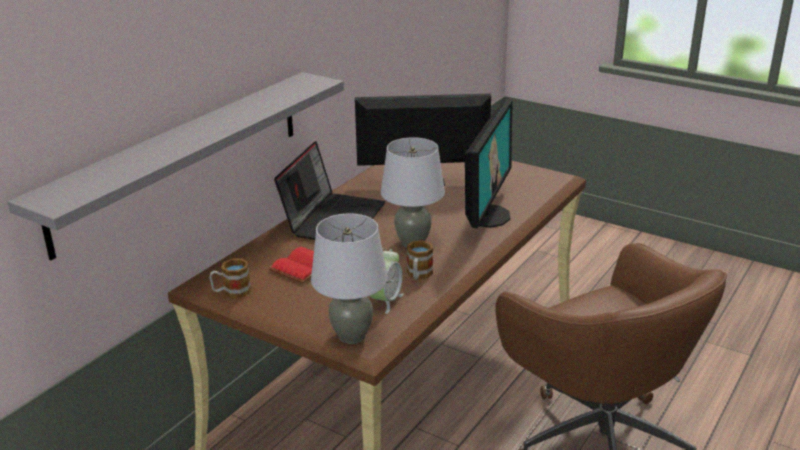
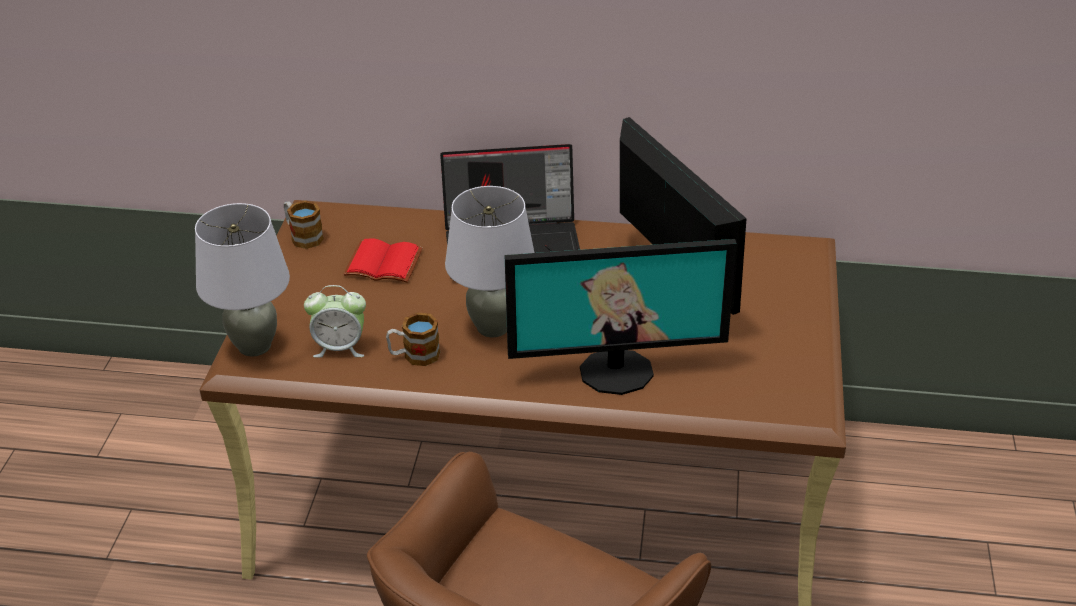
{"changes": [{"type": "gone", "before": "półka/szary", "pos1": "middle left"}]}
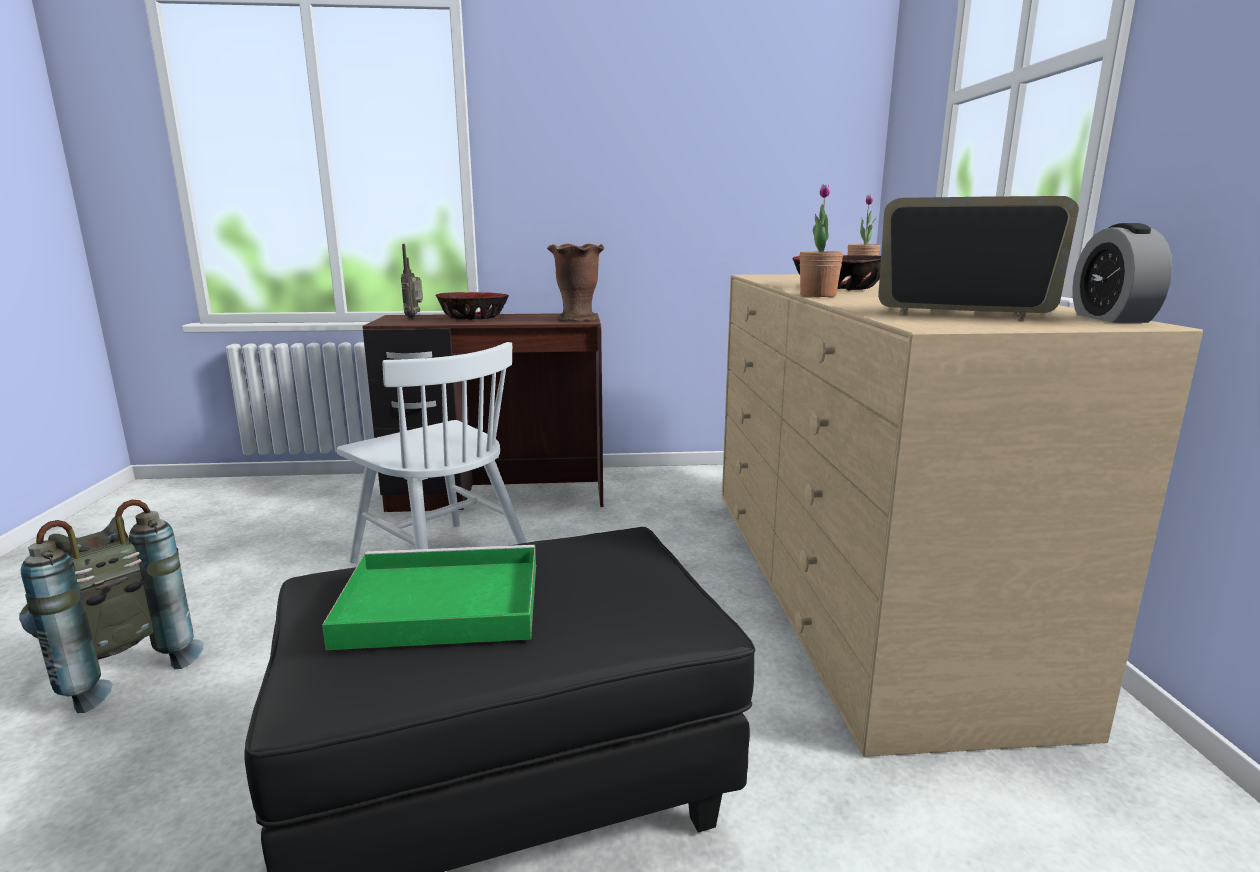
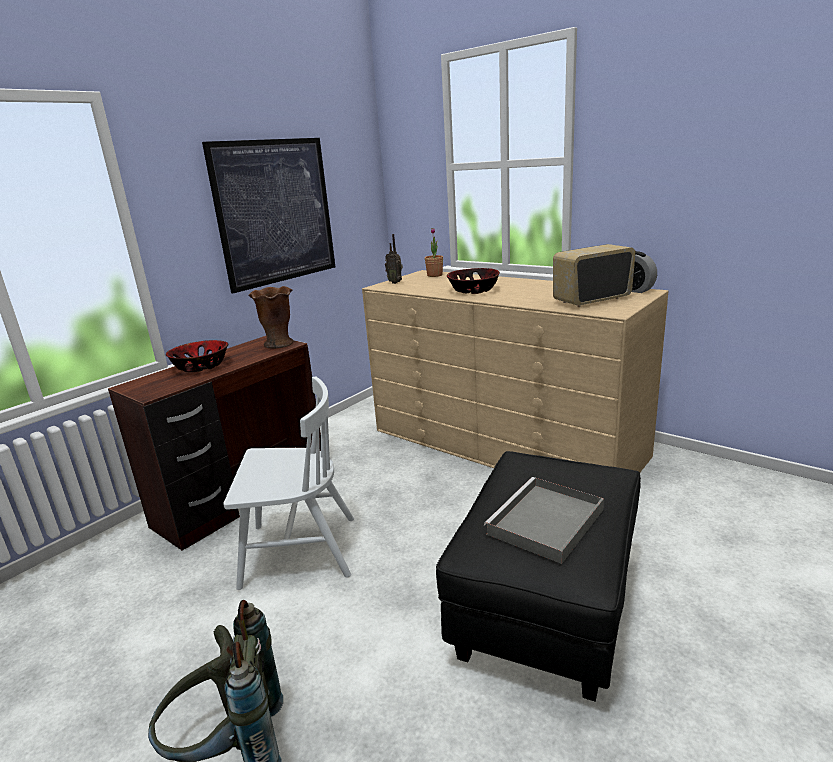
{"changes": [{"type": "repainted", "before": "taca/zielony", "after": "taca/szary", "pos1": "bottom centre", "pos2": "bottom centre"}, {"type": "shifted", "before": "radio (no. 1 from left)", "pos1": "top left", "pos2": "centre"}, {"type": "gone", "before": "roślina doniczkowa (no. 1 from left)", "pos1": "top centre"}, {"type": "new", "after": "obraz", "pos2": "top left"}]}
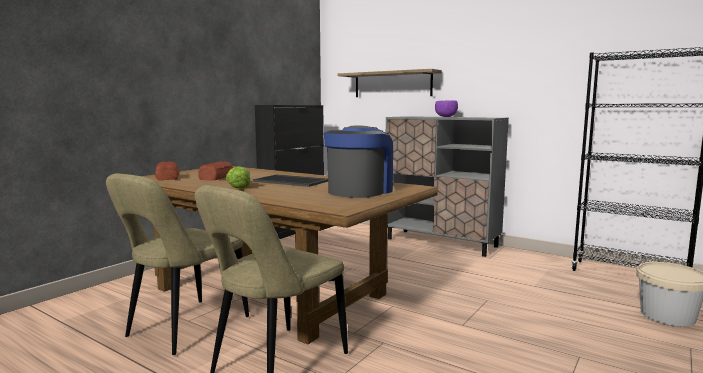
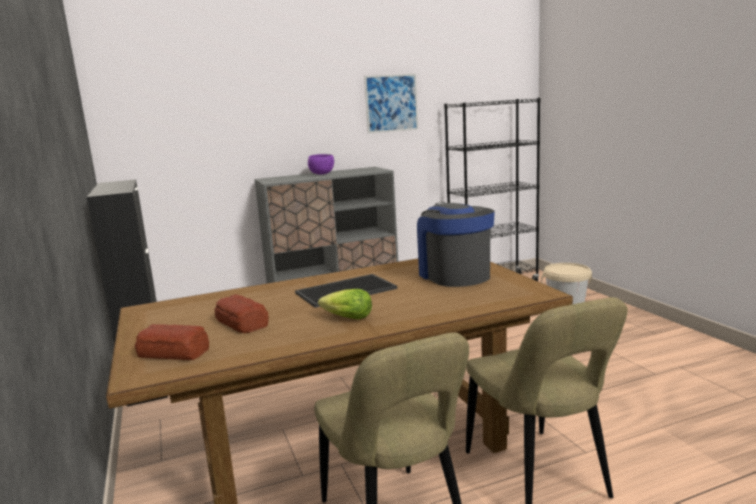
{"changes": [{"type": "gone", "before": "półka", "pos1": "top centre"}, {"type": "new", "after": "obraz", "pos2": "top centre"}]}
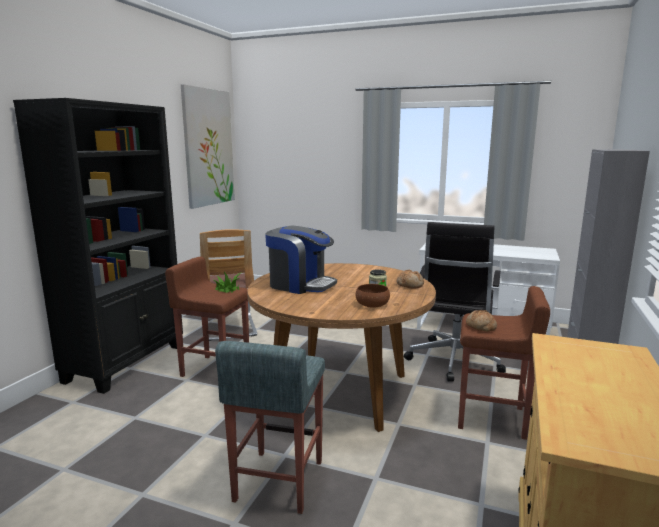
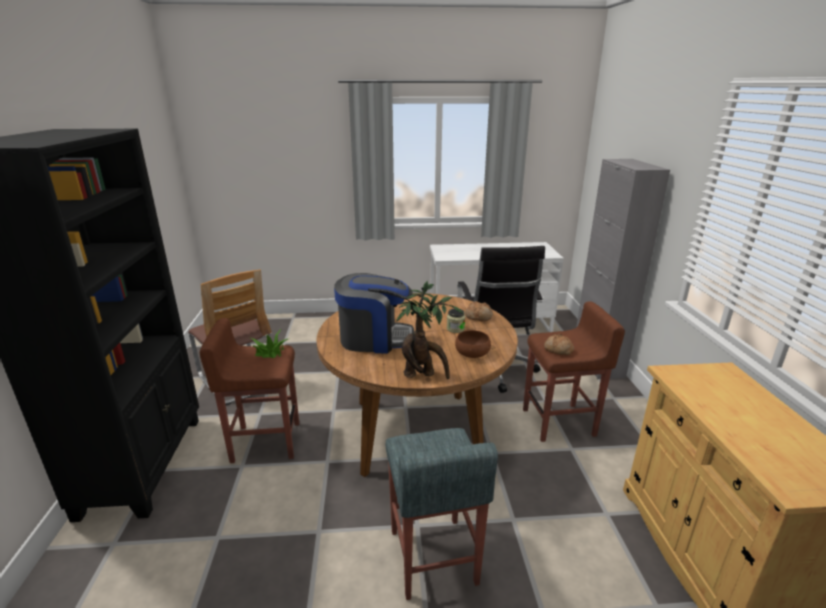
{"changes": [{"type": "gone", "before": "obraz", "pos1": "top left"}, {"type": "new", "after": "roślina doniczkowa (no. 2 from left)", "pos2": "centre"}]}
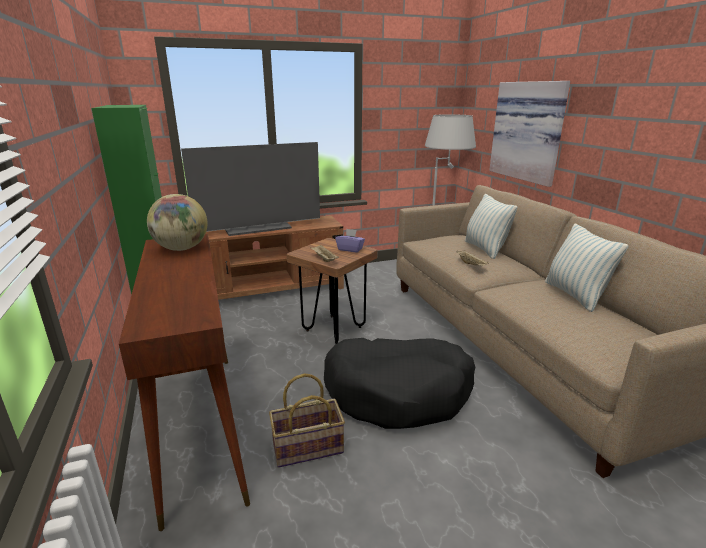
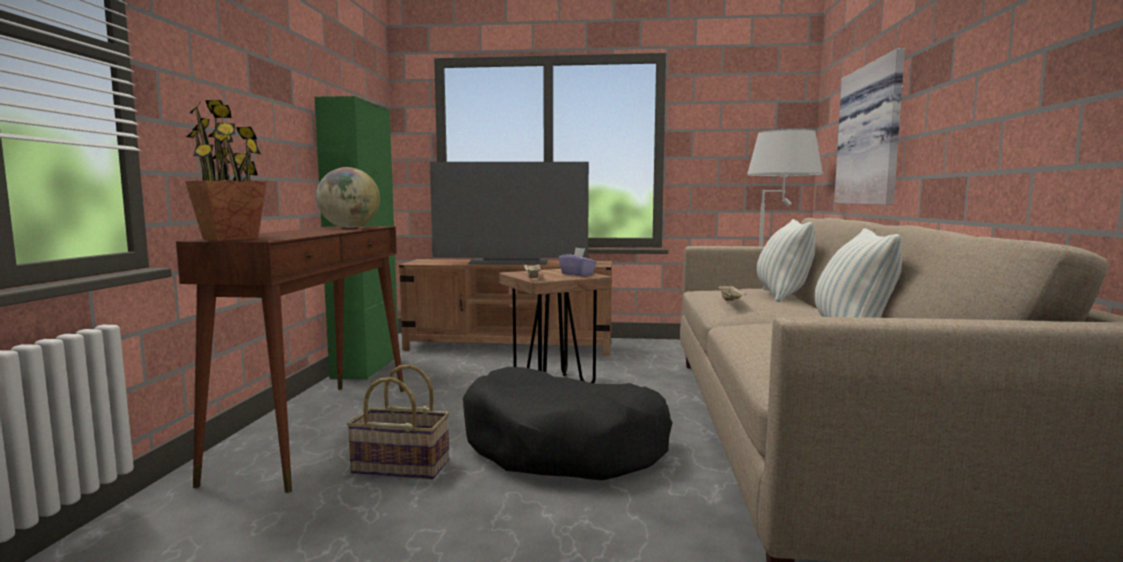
{"changes": [{"type": "new", "after": "roślina doniczkowa", "pos2": "top left"}]}
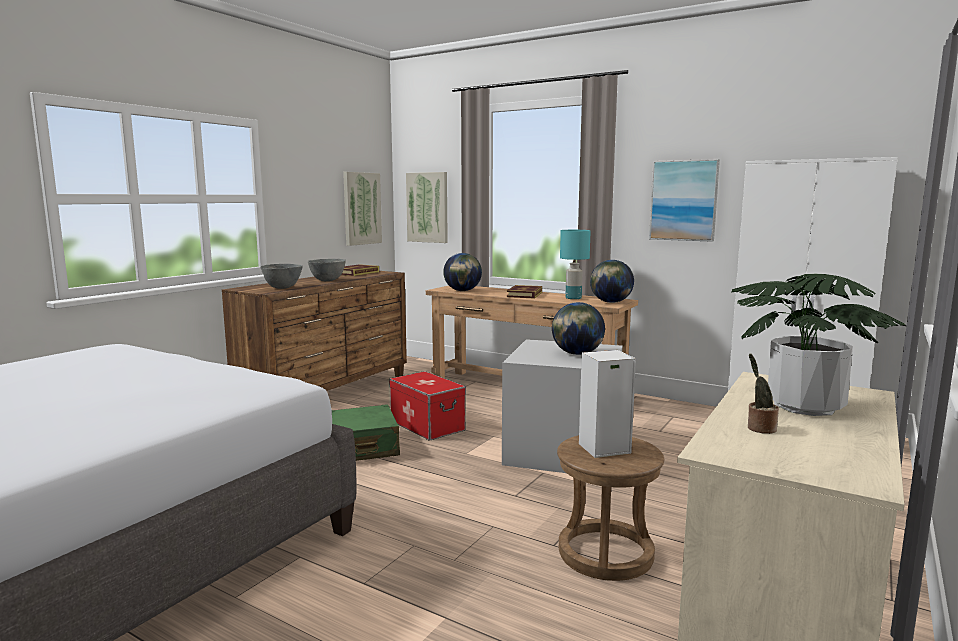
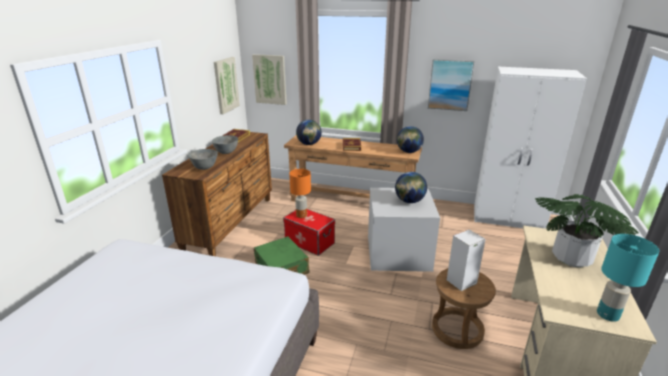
{"changes": [{"type": "shifted", "before": "lampa stołowa/turkusowy", "pos1": "centre", "pos2": "bottom right"}, {"type": "gone", "before": "roślina doniczkowa (no. 1 from left)", "pos1": "middle right"}, {"type": "new", "after": "lampa stołowa/pomarańczowy", "pos2": "centre"}]}
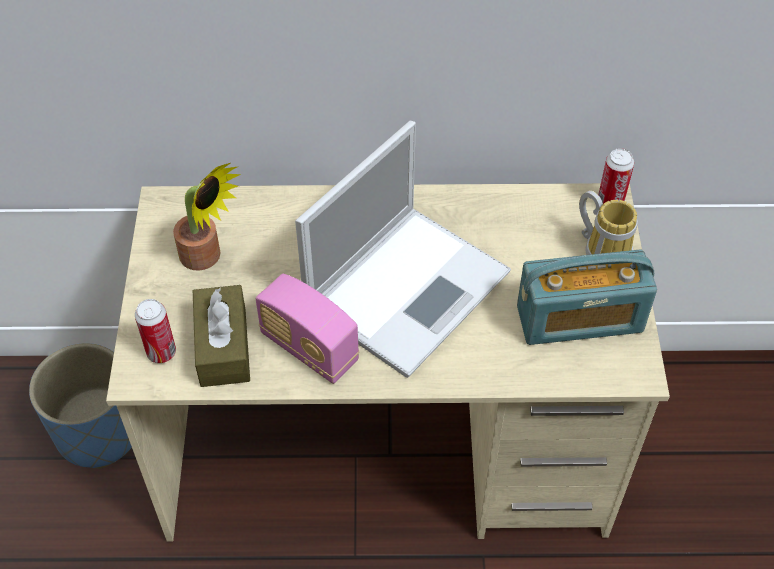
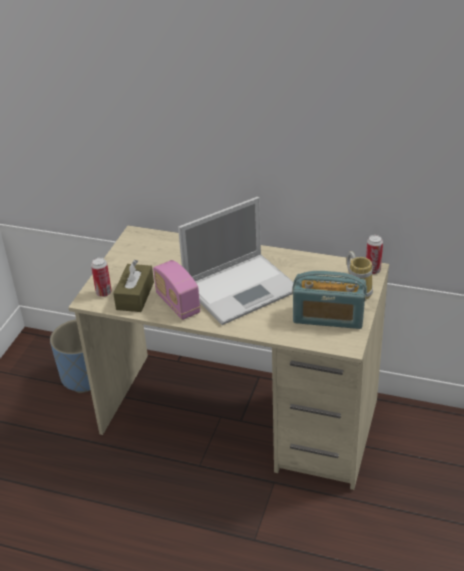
{"changes": [{"type": "gone", "before": "roślina doniczkowa", "pos1": "middle left"}]}
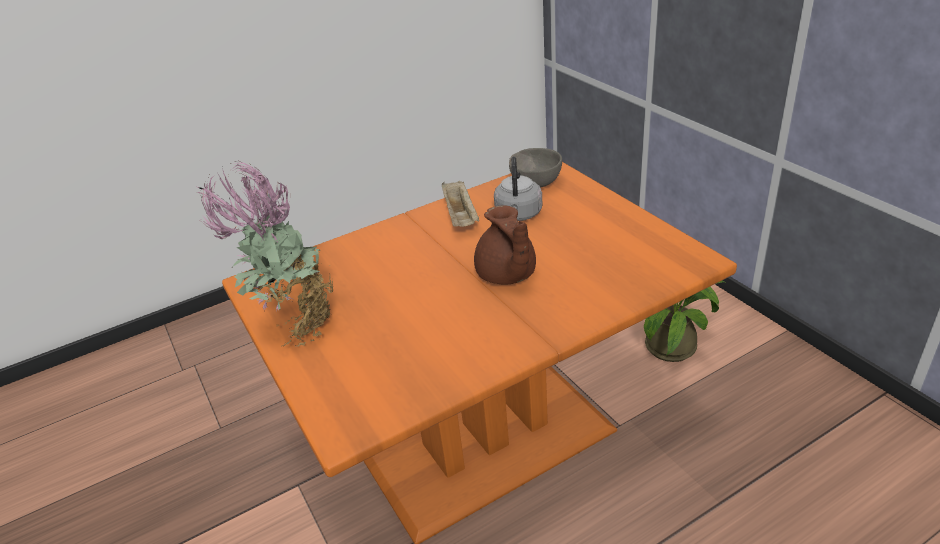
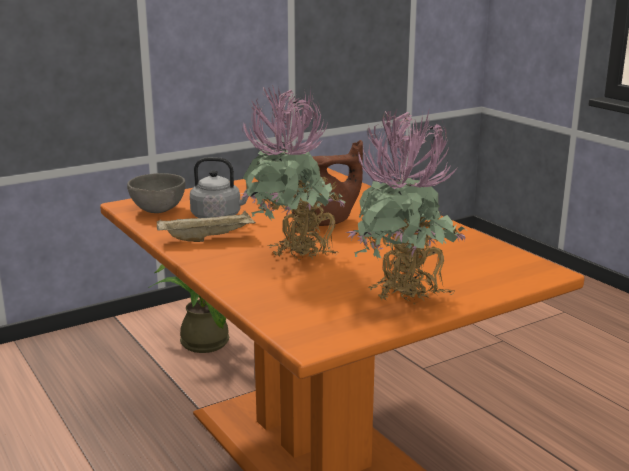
{"changes": [{"type": "new", "after": "roślina doniczkowa (no. 2 from left)", "pos2": "centre"}]}
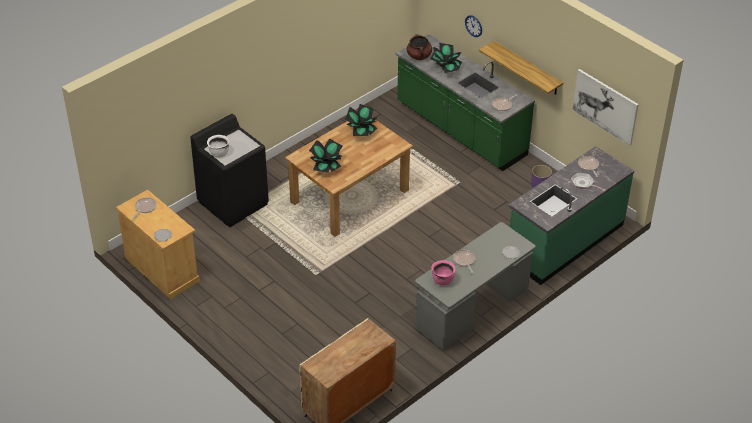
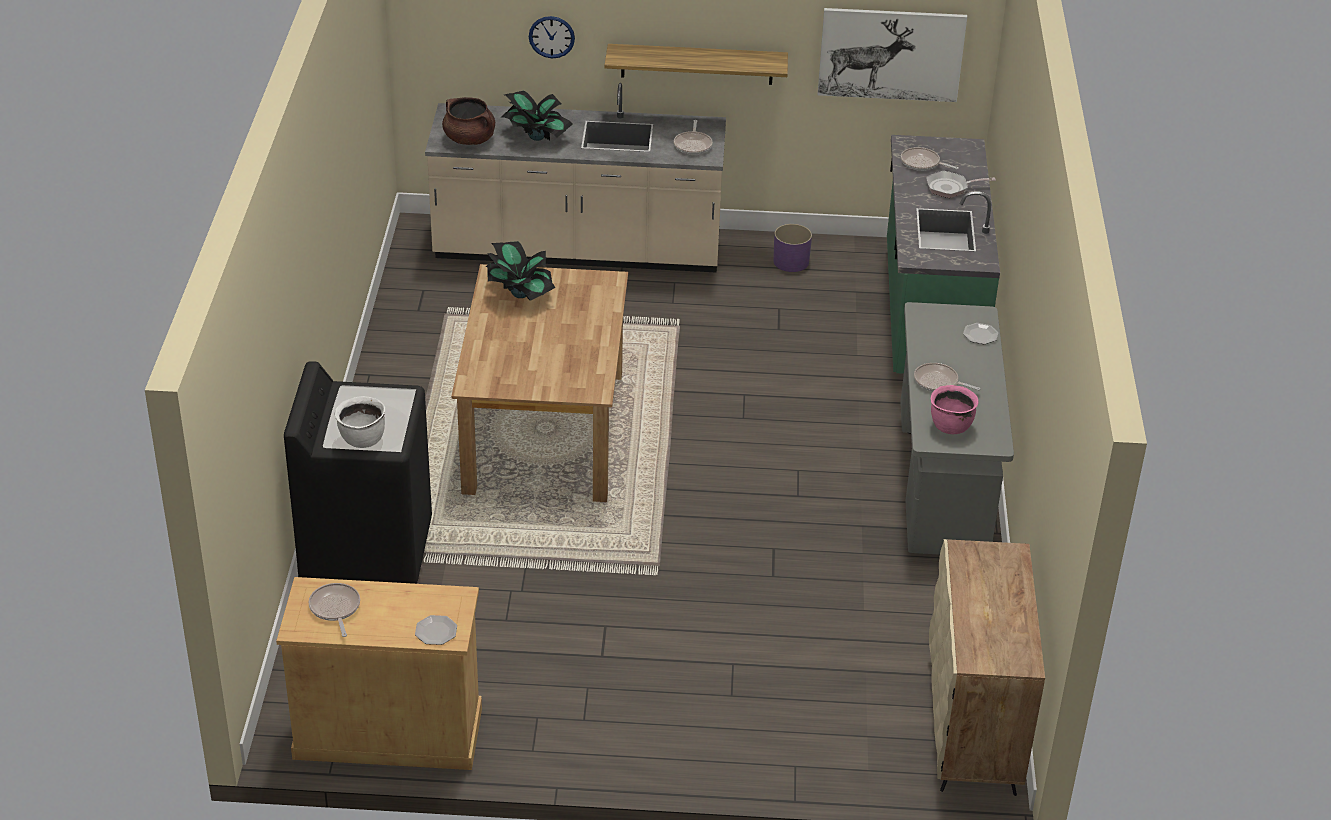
{"changes": [{"type": "gone", "before": "roślina doniczkowa (no. 1 from left)", "pos1": "centre"}, {"type": "repainted", "before": "zabudowa kuchenna/zielony (no. 1 from left)", "after": "zabudowa kuchenna/beżowy", "pos1": "top centre", "pos2": "top centre"}]}
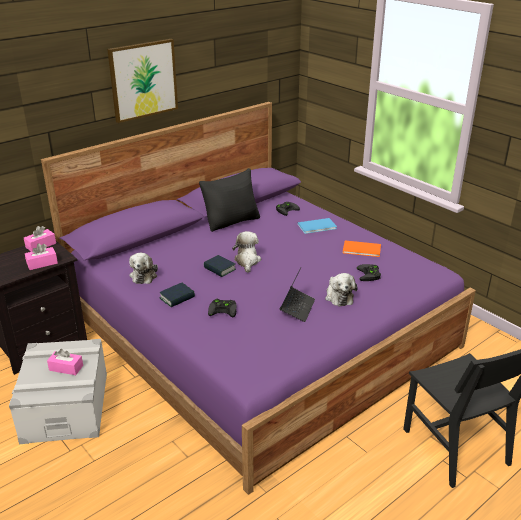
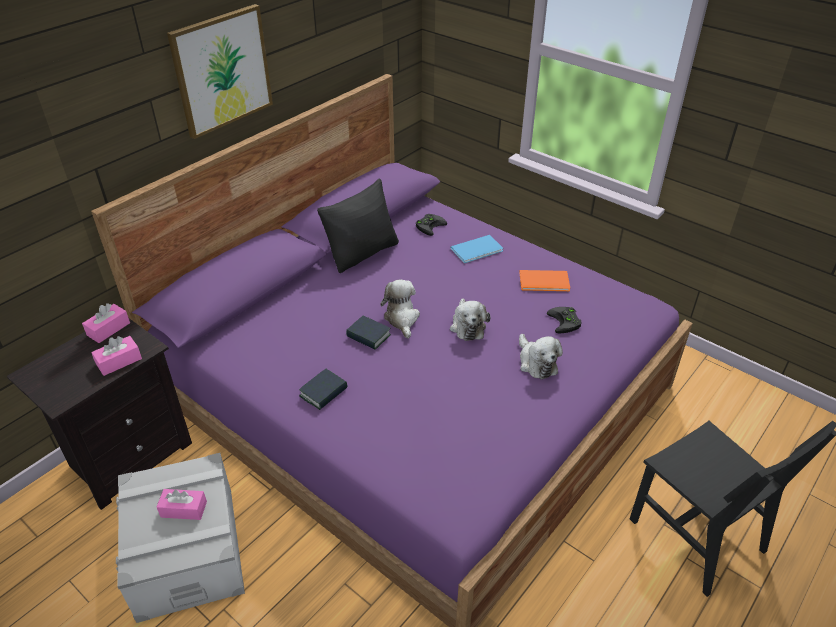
{"changes": [{"type": "shifted", "before": "pluszak (no. 1 from left in the first image)", "after": "pluszak (no. 2 from left)", "pos1": "middle left", "pos2": "centre"}, {"type": "gone", "before": "pad do gier/czarny (no. 1 from left)", "pos1": "centre"}, {"type": "gone", "before": "laptop", "pos1": "centre"}]}
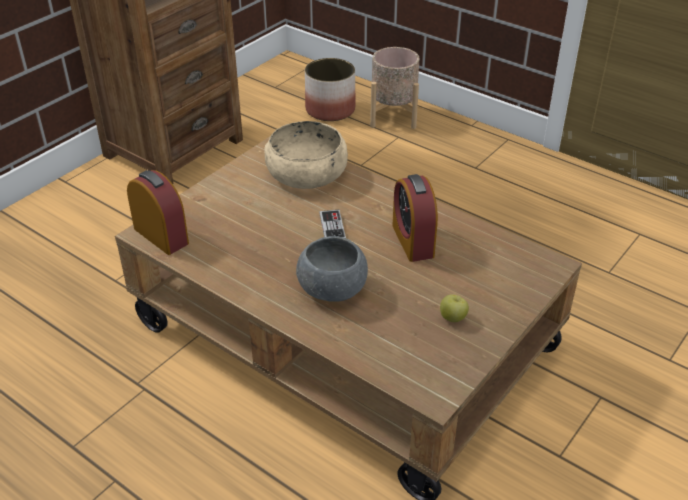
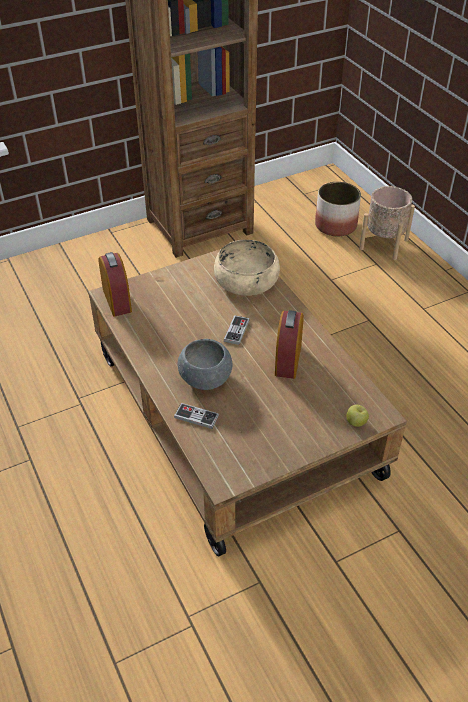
{"changes": [{"type": "shifted", "before": "jabłko", "pos1": "centre", "pos2": "middle right"}, {"type": "new", "after": "pad do gier (no. 1 from left)", "pos2": "centre"}]}
